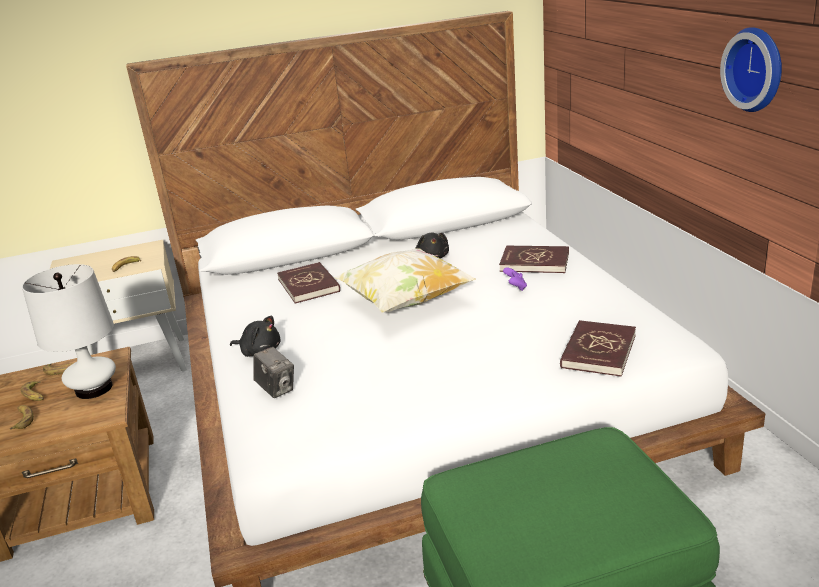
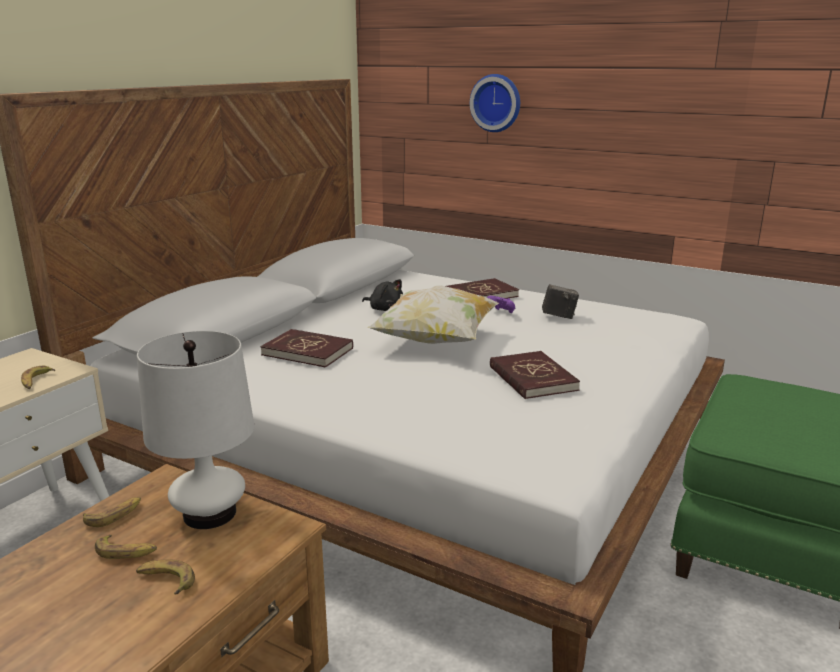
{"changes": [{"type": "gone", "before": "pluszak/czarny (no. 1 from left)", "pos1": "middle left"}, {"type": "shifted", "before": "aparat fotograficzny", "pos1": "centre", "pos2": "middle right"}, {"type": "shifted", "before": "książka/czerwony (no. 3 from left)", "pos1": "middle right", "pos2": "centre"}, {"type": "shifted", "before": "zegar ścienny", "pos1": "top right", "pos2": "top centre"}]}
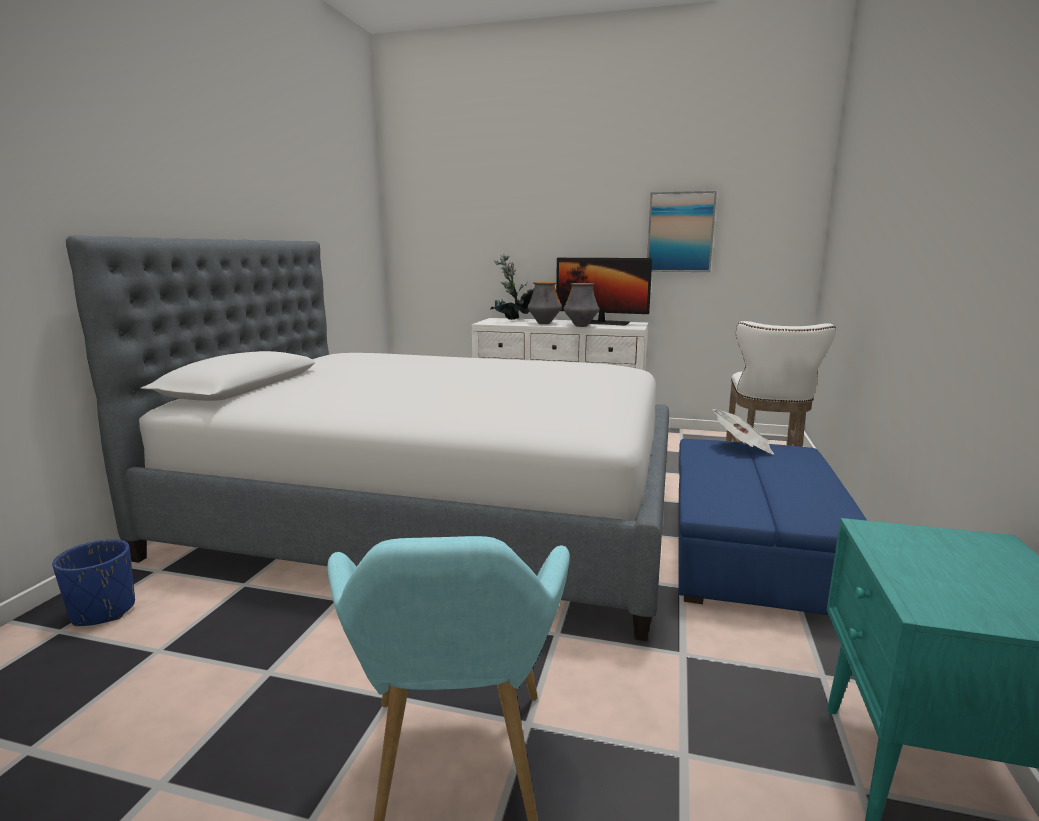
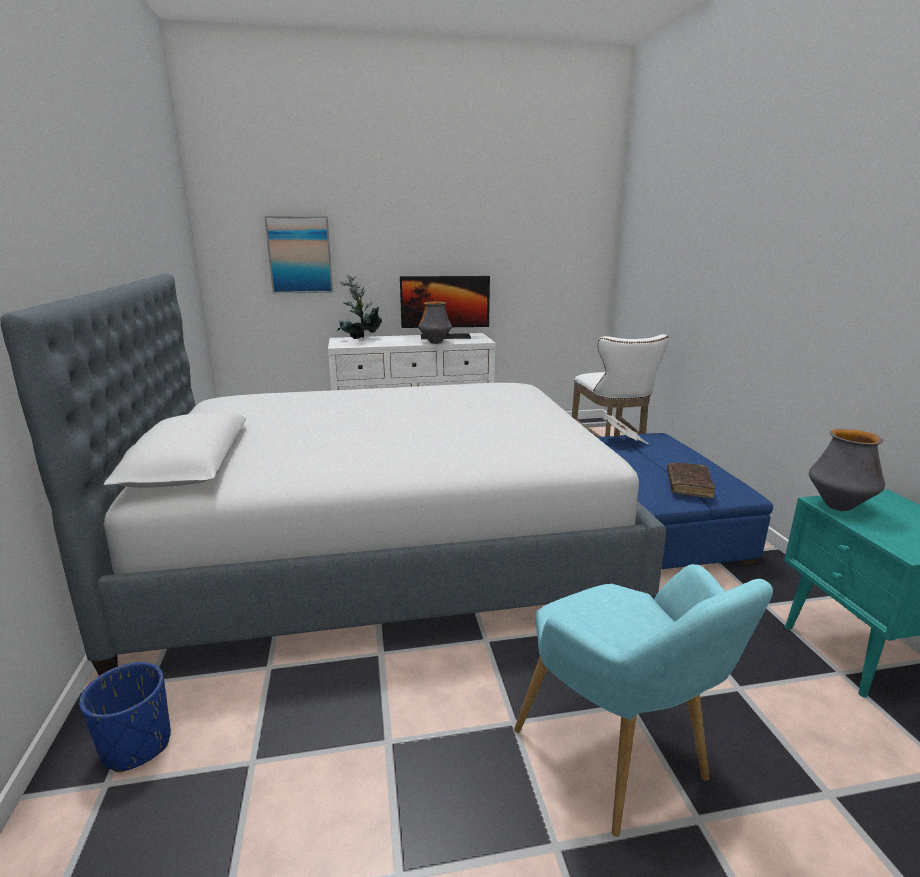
{"changes": [{"type": "shifted", "before": "wazon (no. 1 from left in the first image)", "after": "wazon (no. 2 from left)", "pos1": "centre", "pos2": "middle right"}, {"type": "shifted", "before": "obraz", "pos1": "top centre", "pos2": "top left"}, {"type": "new", "after": "książka/brązowy", "pos2": "middle right"}]}
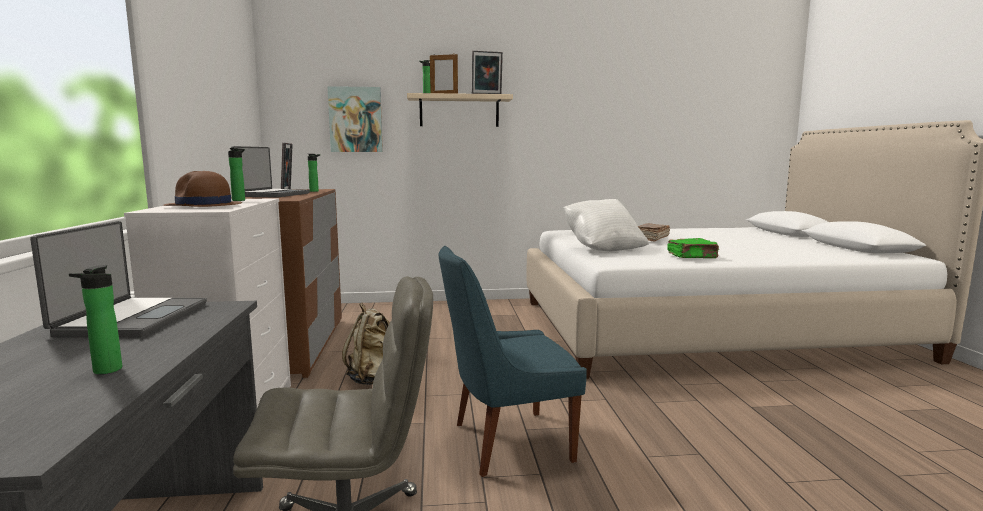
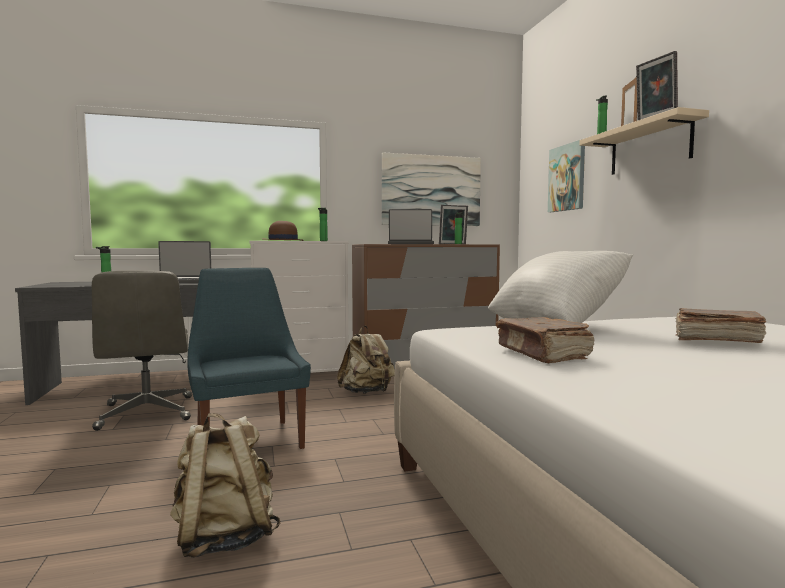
{"changes": [{"type": "repainted", "before": "książka/zielony", "after": "książka/brązowy (no. 1 from left)", "pos1": "middle right", "pos2": "middle right"}, {"type": "new", "after": "plecak/beżowy (no. 1 from left)", "pos2": "bottom left"}, {"type": "new", "after": "obraz (no. 1 from left)", "pos2": "top centre"}]}
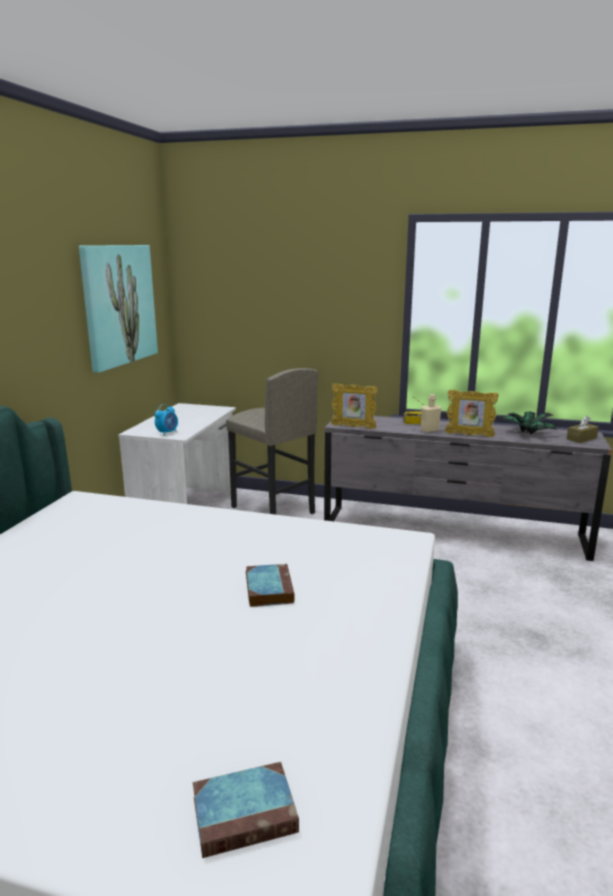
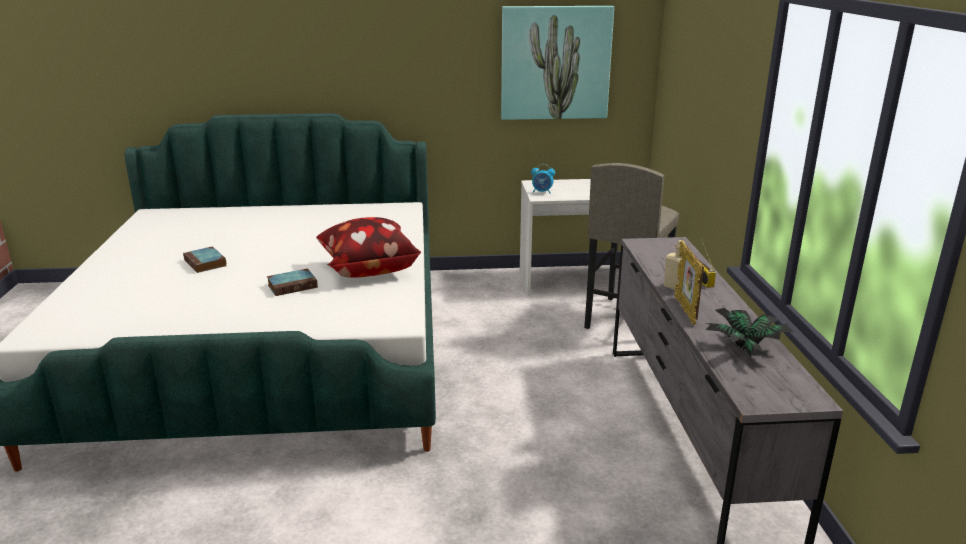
{"changes": [{"type": "shifted", "before": "książka (no. 1 from left)", "pos1": "bottom centre", "pos2": "middle left"}, {"type": "gone", "before": "ramka na zdjęcie (no. 1 from left)", "pos1": "centre"}, {"type": "gone", "before": "pudełko chusteczek/brązowy", "pos1": "middle right"}, {"type": "new", "after": "poduszka", "pos2": "centre"}]}
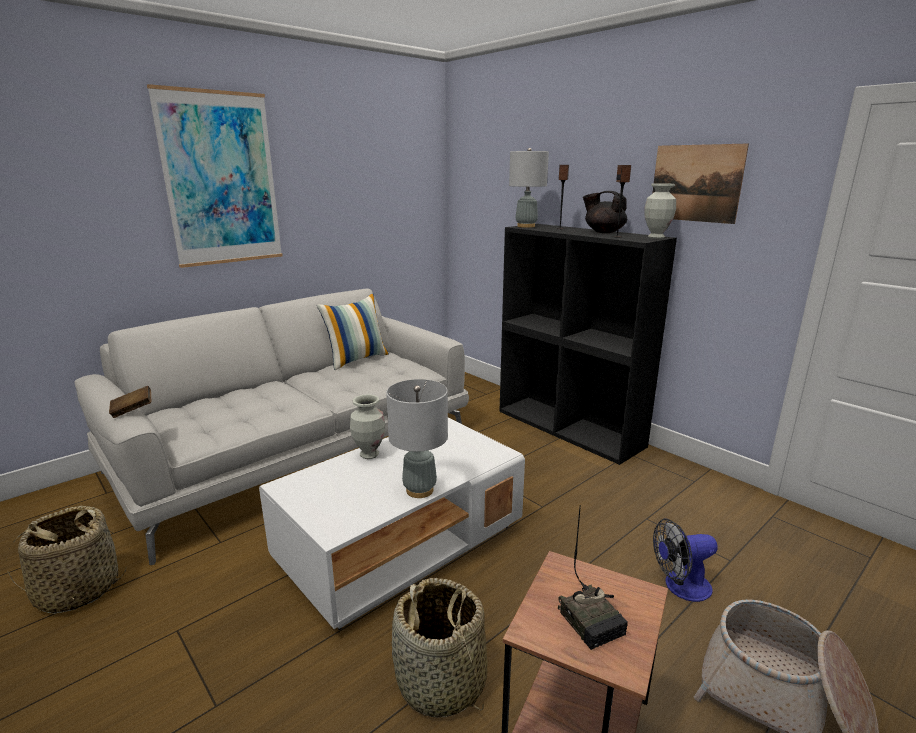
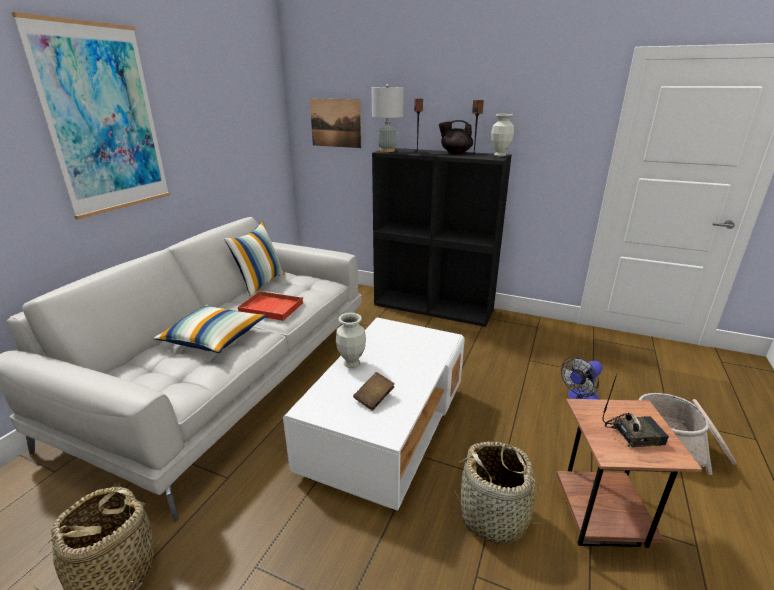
{"changes": [{"type": "shifted", "before": "książka/brązowy", "pos1": "middle left", "pos2": "centre"}, {"type": "gone", "before": "lampa stołowa/szary (no. 1 from left)", "pos1": "centre"}, {"type": "rotated", "before": "radio", "pos1": "bottom centre", "pos2": "bottom right", "turn": -45}, {"type": "shifted", "before": "obraz (no. 2 from left)", "pos1": "top right", "pos2": "top centre"}, {"type": "new", "after": "poduszka (no. 1 from left)", "pos2": "middle left"}, {"type": "new", "after": "taca/czerwony", "pos2": "centre"}]}
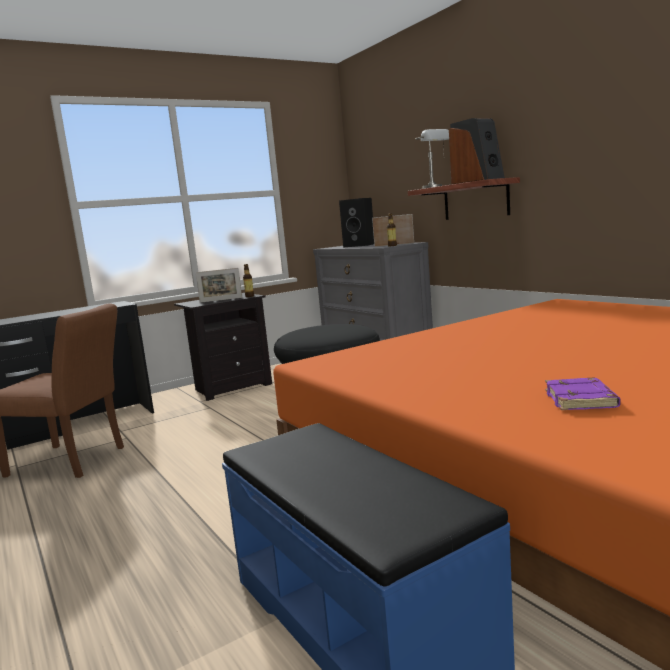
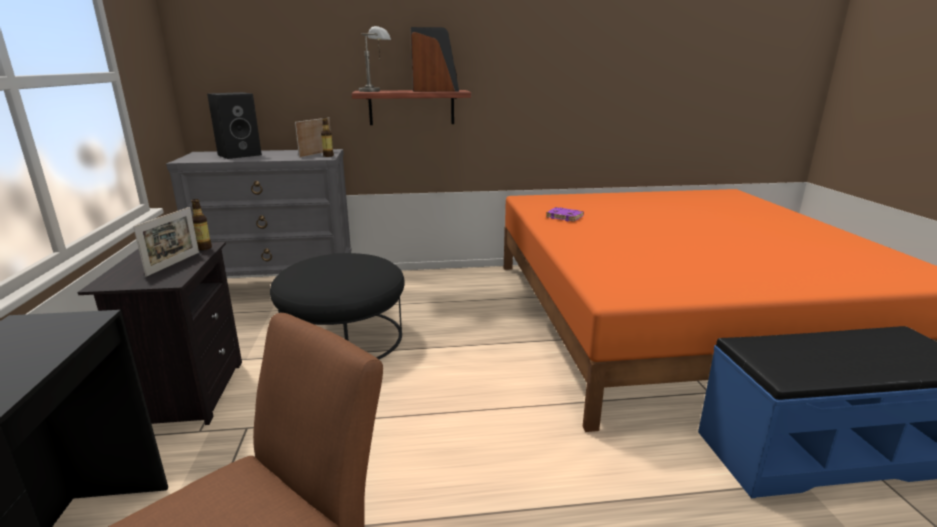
{"changes": [{"type": "shifted", "before": "książka/fioletowy", "pos1": "middle right", "pos2": "centre"}]}
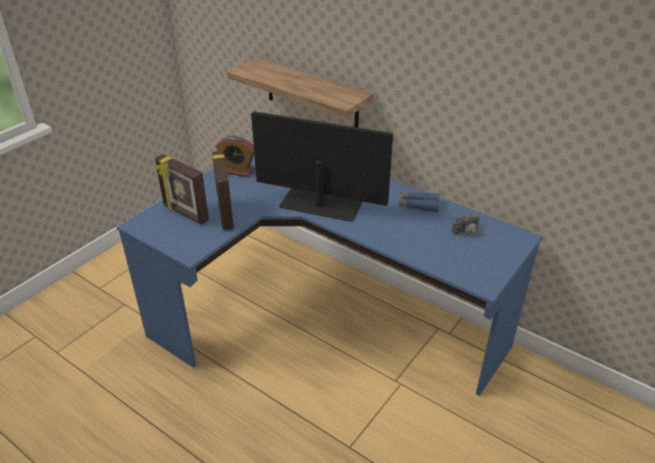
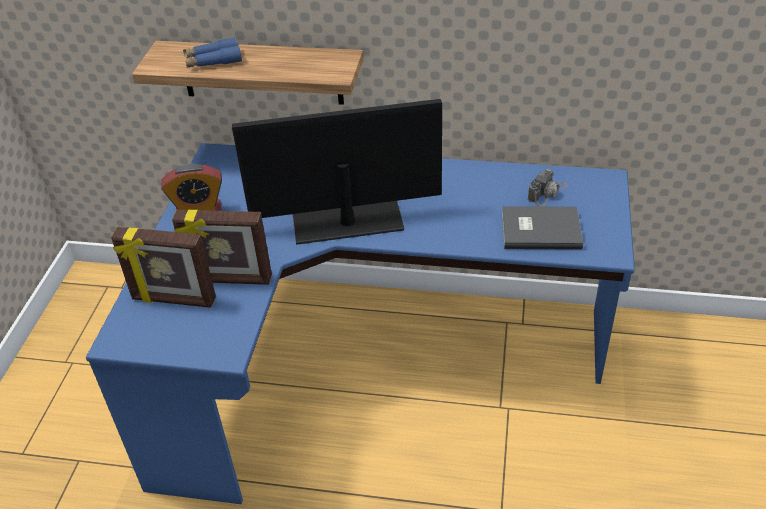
{"changes": [{"type": "rotated", "before": "ramka na zdjęcie (no. 2 from left)", "pos1": "centre", "pos2": "middle left", "turn": -45}, {"type": "shifted", "before": "lornetka/niebieski", "pos1": "centre", "pos2": "top left"}, {"type": "new", "after": "książka/szary", "pos2": "middle right"}]}
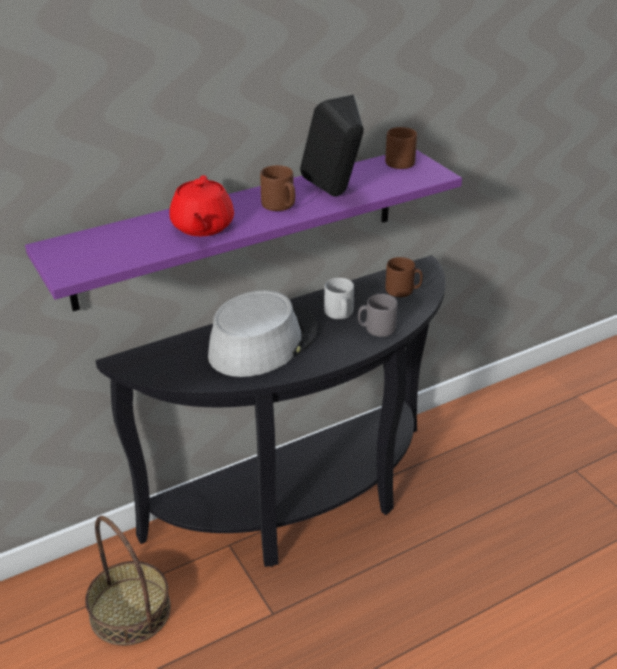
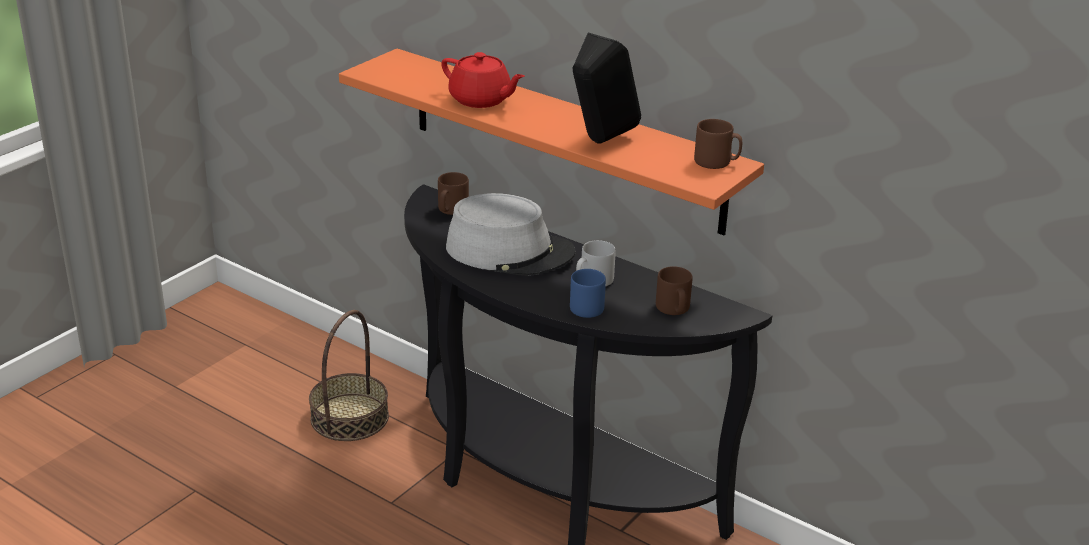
{"changes": [{"type": "repainted", "before": "półka/fioletowy", "after": "półka/pomarańczowy", "pos1": "centre", "pos2": "top centre"}, {"type": "rotated", "before": "imbryk/czerwony", "pos1": "top left", "pos2": "top centre", "turn": -120}, {"type": "shifted", "before": "kubek/brązowy (no. 1 from left)", "pos1": "top centre", "pos2": "centre"}, {"type": "repainted", "before": "kubek/szary (no. 2 from left)", "after": "kubek/niebieski", "pos1": "centre", "pos2": "centre"}]}
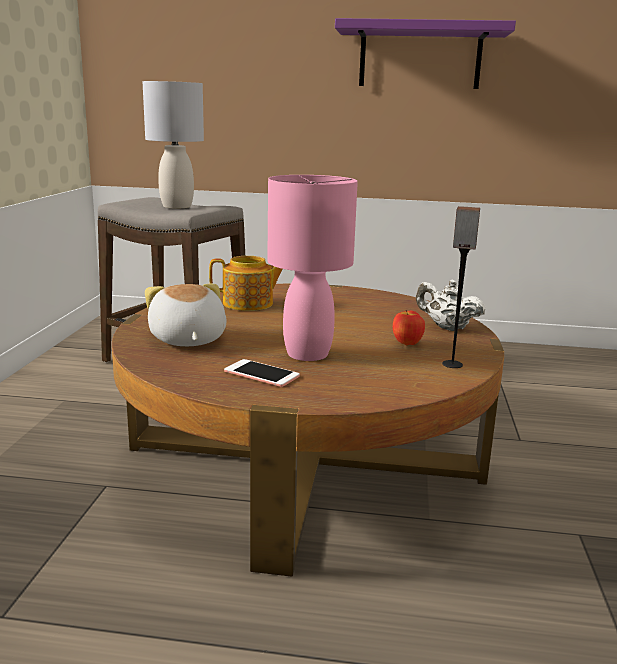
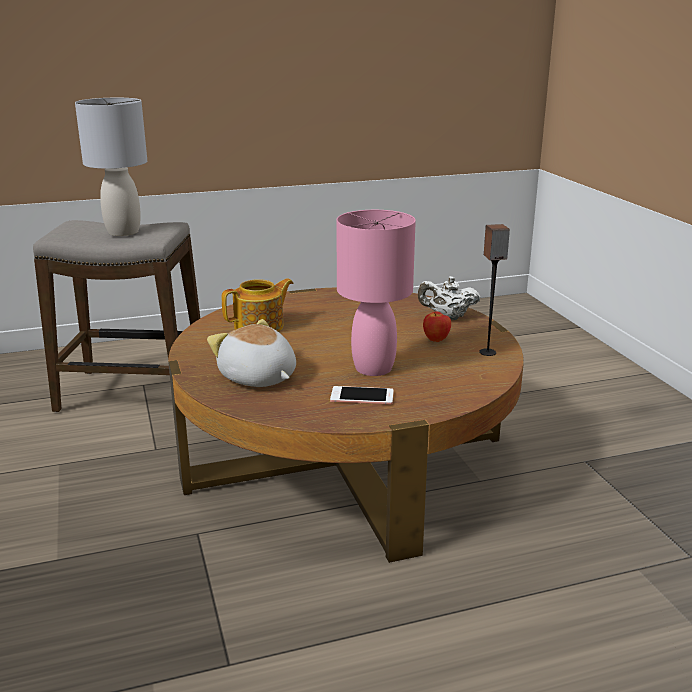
{"changes": [{"type": "gone", "before": "półka/fioletowy", "pos1": "top right"}]}
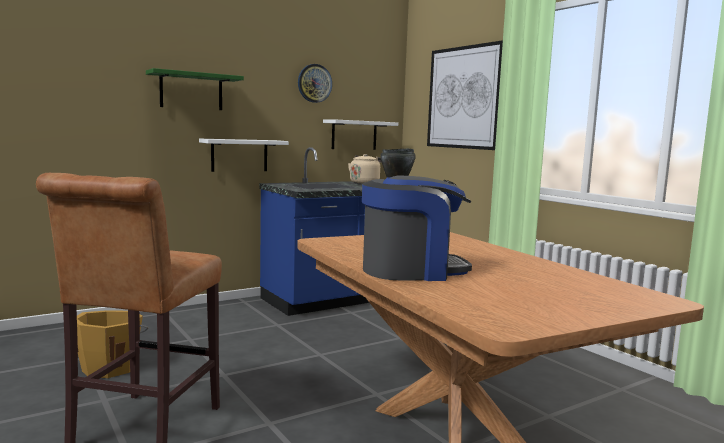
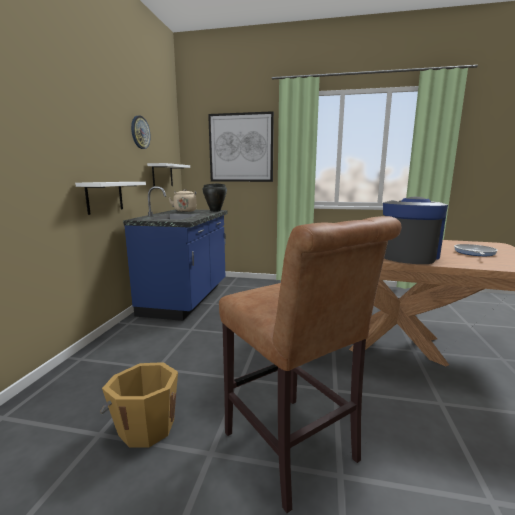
{"changes": [{"type": "gone", "before": "półka/zielony", "pos1": "top left"}, {"type": "new", "after": "patelnia", "pos2": "middle right"}]}
